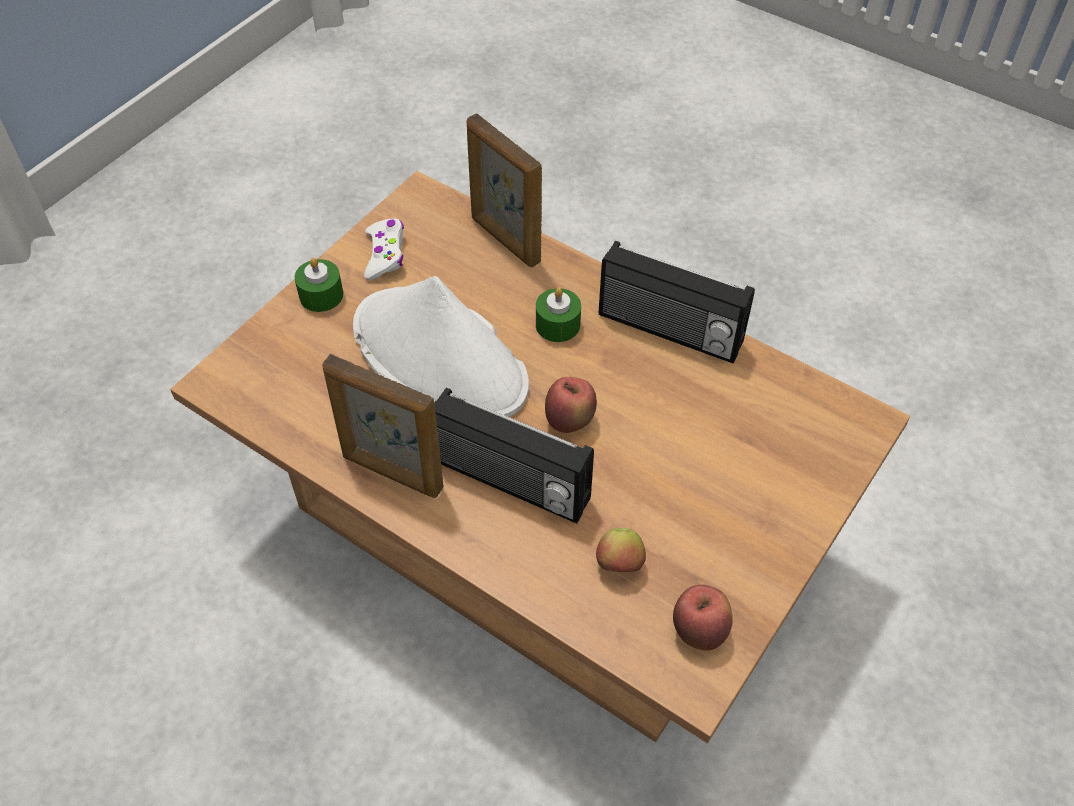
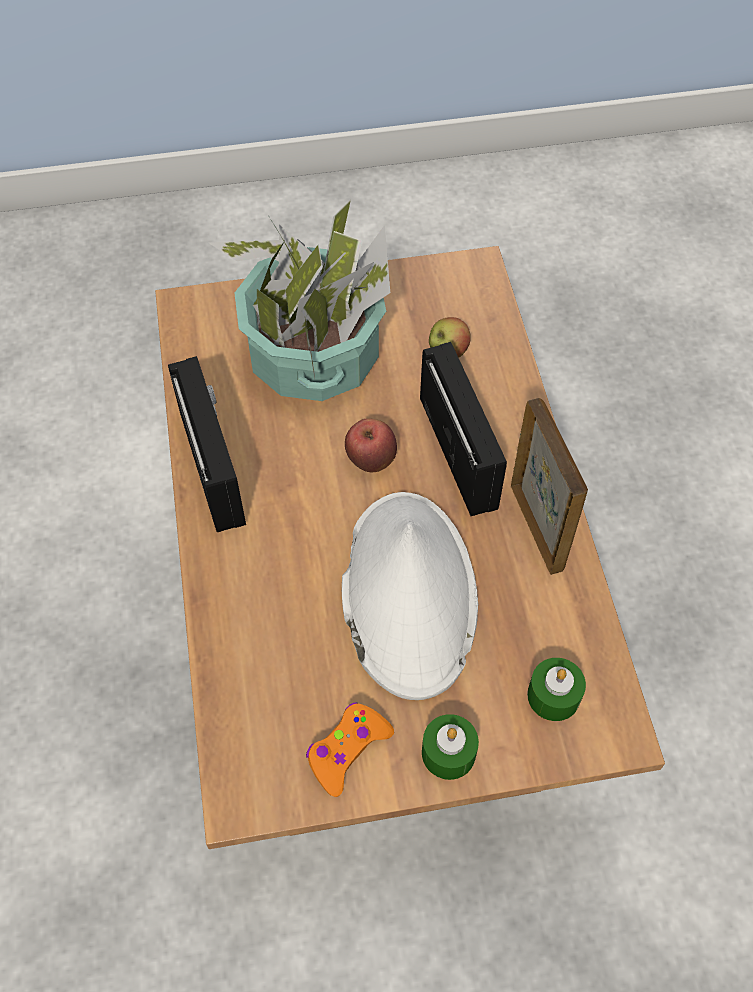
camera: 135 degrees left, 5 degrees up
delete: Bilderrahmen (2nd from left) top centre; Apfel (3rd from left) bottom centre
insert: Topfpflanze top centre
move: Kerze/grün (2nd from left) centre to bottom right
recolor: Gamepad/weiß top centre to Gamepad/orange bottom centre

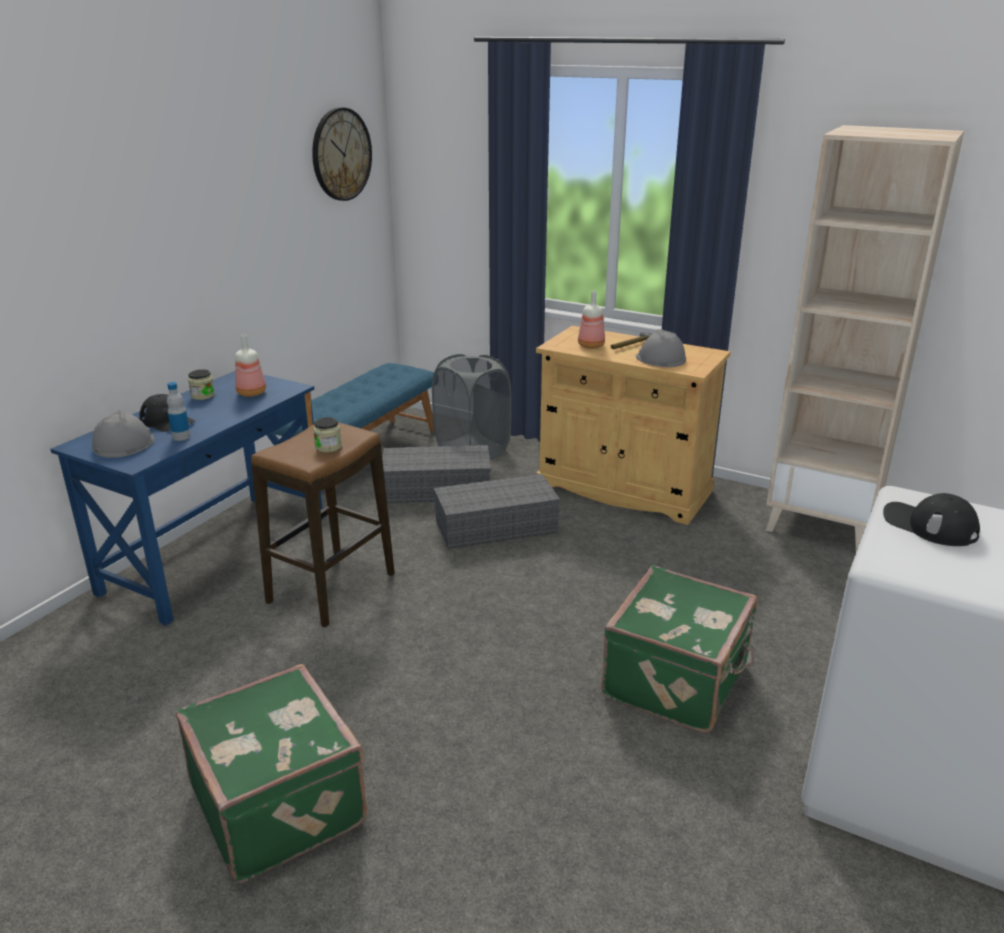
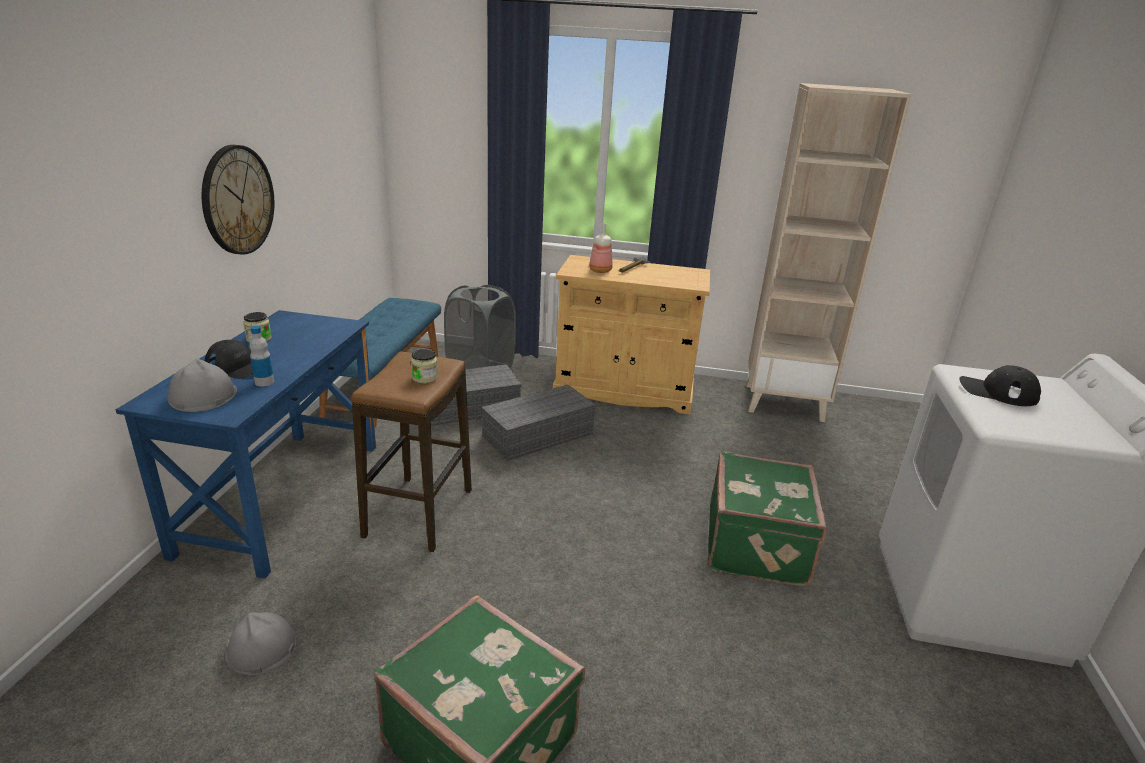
camera: 20 degrees left, 0 degrees up
delete: Flasche (2nd from left) middle left
move: Wanduhr top centre to top left; Schutzhelm/grau (2nd from left) centre to bottom left

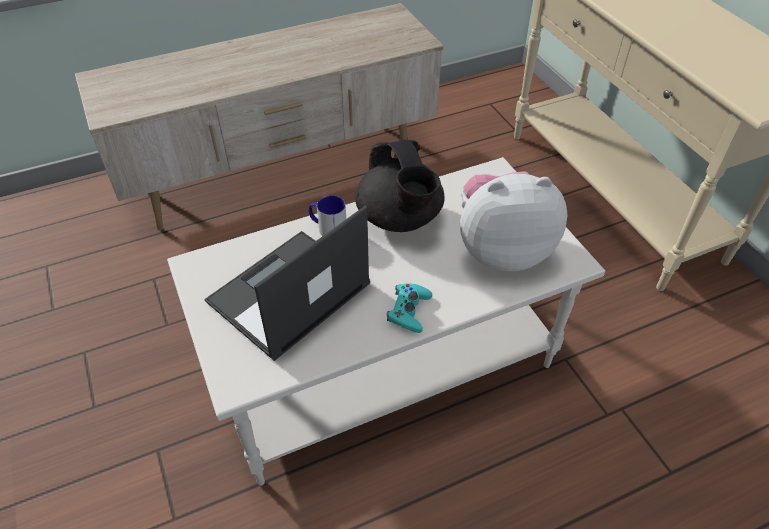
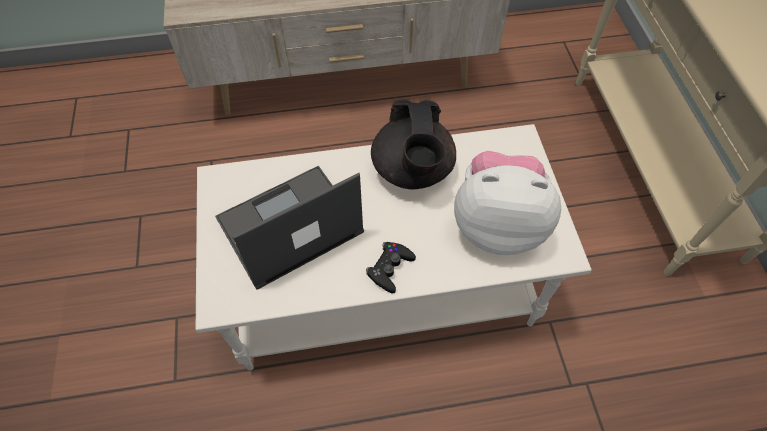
camera: 15 degrees right, 10 degrees up
delete: Henkelbecher centre
recolor: Gamepad/türkis centre to Gamepad/schwarz centre

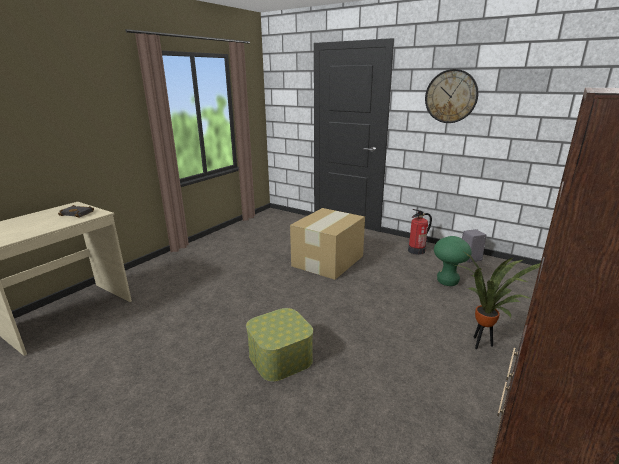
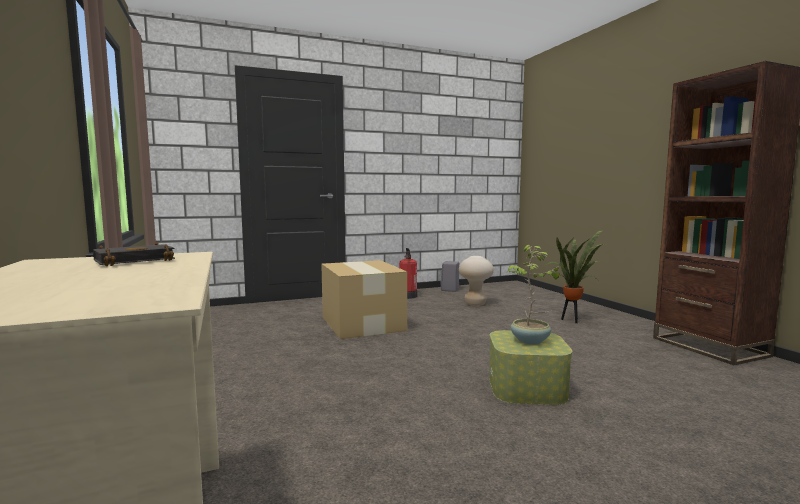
camera: 55 degrees left, 15 degrees down
delete: Wanduhr top right
insert: Topfpflanze (1st from left) middle right
recolor: Hocker/grün middle right to Hocker/beige centre

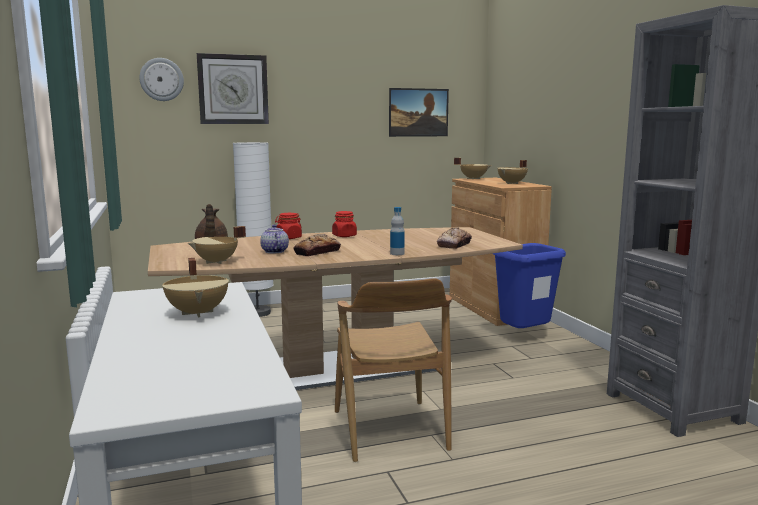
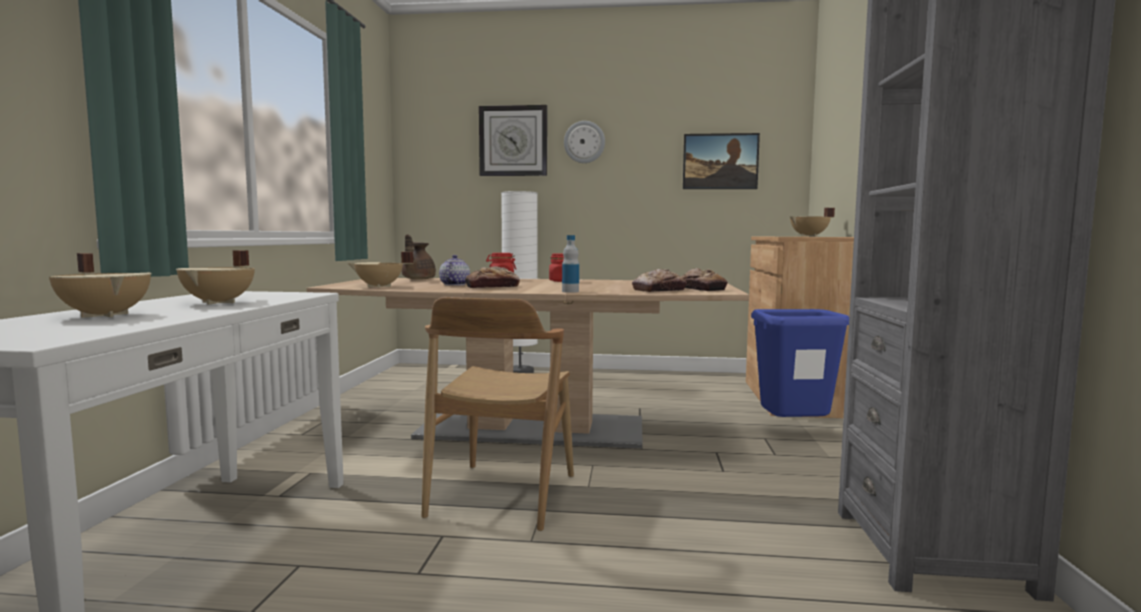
camera: 25 degrees right, 5 degrees down
insert: Brot (3rd from left) centre
move: Wanduhr (1st from left in the first image) top left to Wanduhr (2nd from left) top centre; Kochtopf/beige (3rd from left in the first image) top centre to Kochtopf/beige (1st from left) middle left

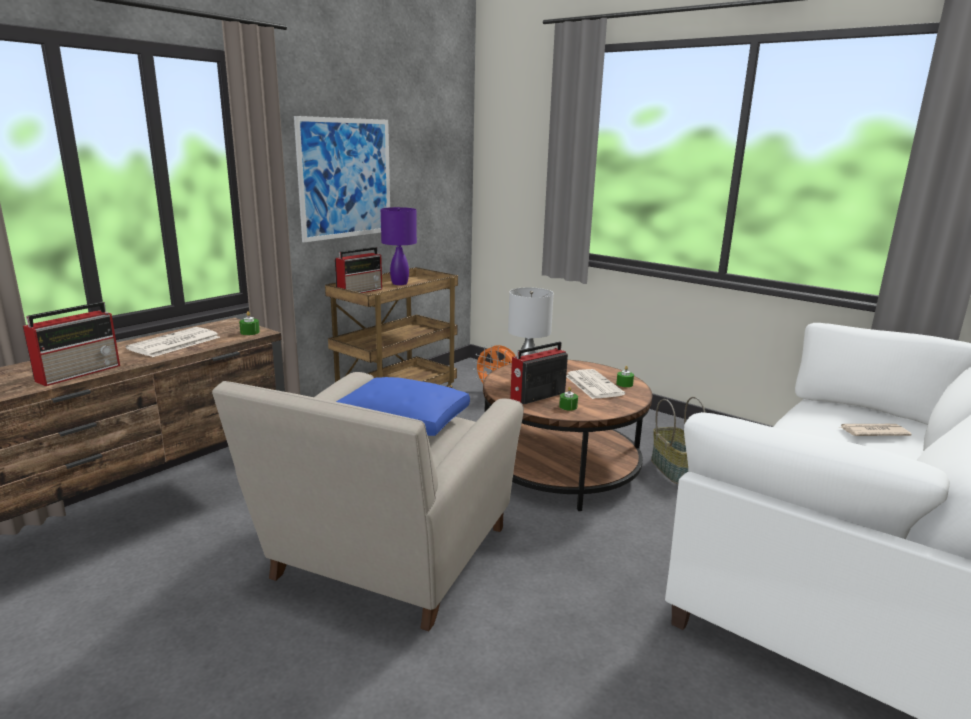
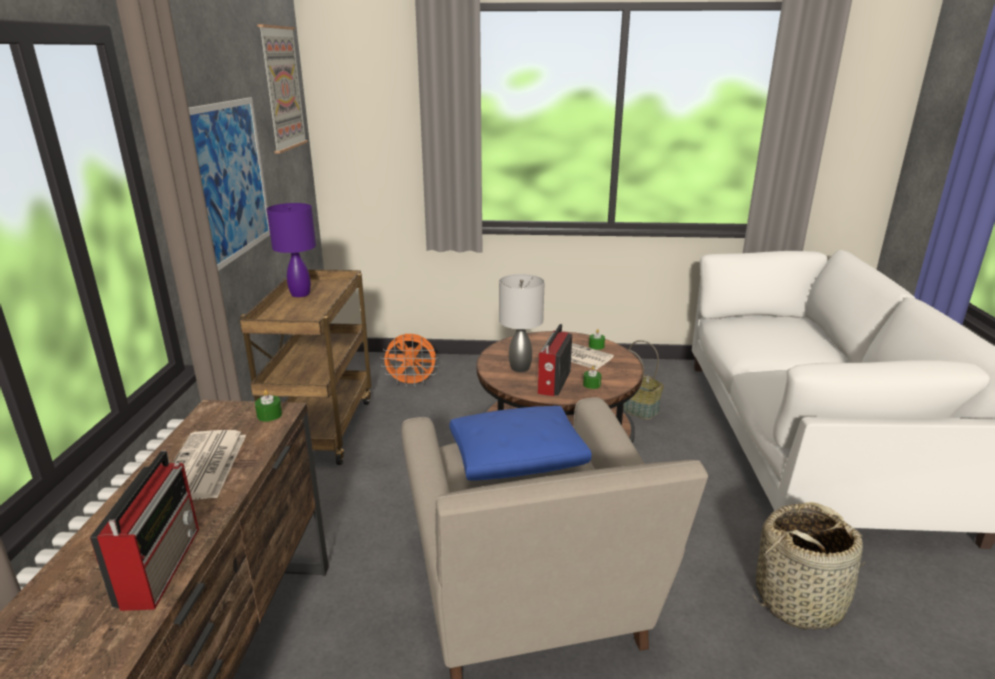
camera: 35 degrees left, 5 degrees up
delete: Radio (2nd from left) centre; Zeitung (3rd from left) middle right
insert: Bild (2nd from left) top left; Korb (2nd from left) bottom right

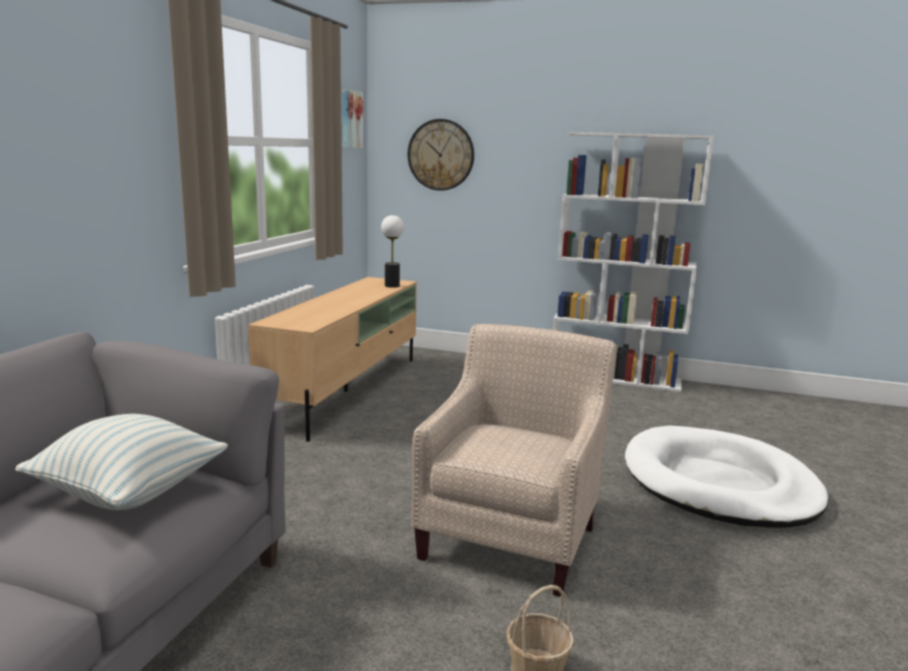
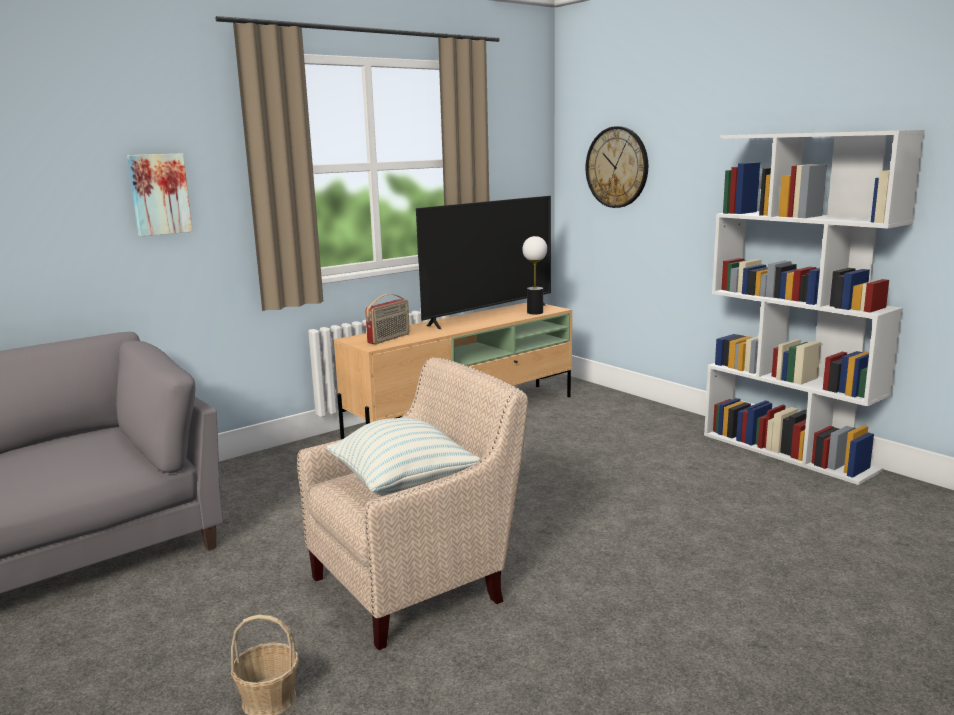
camera: 35 degrees right, 0 degrees up
delete: Hundebett/weiß bottom right
insert: Fernseher centre; Radio centre
move: Bild top centre to top left; Kissen bottom left to centre

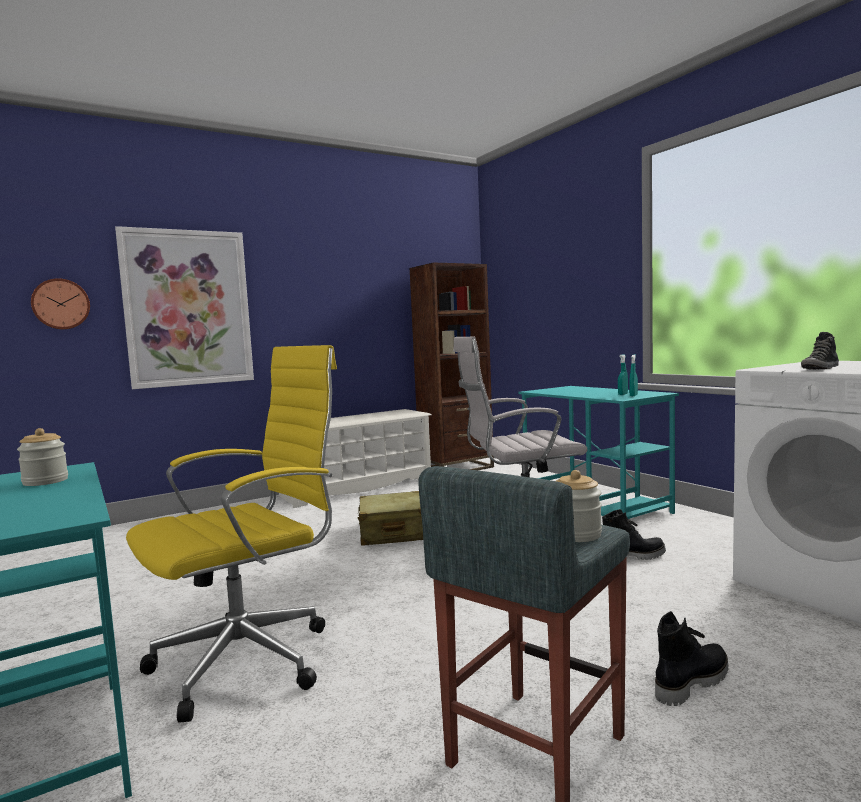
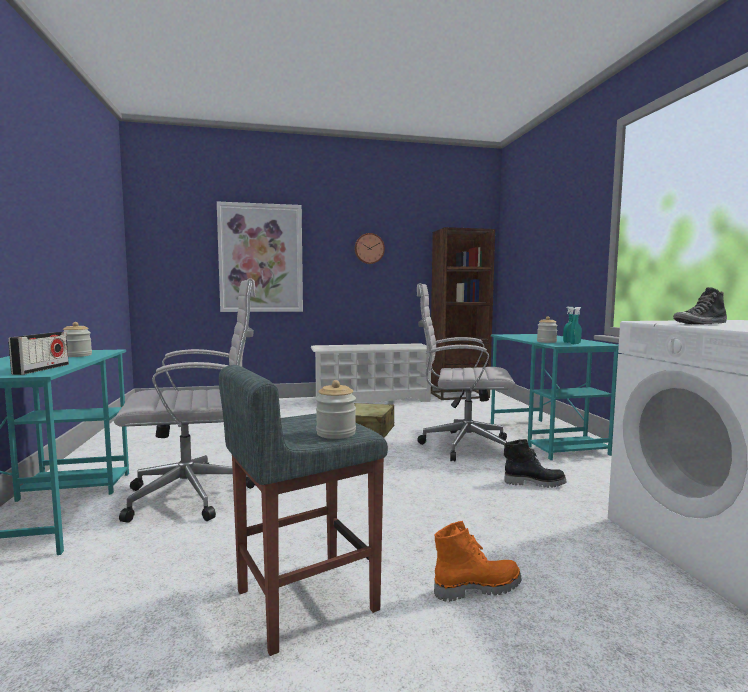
camera: 20 degrees right, 0 degrees up
insert: Vorratsglas (3rd from left) middle right; Radio middle left
move: Wanduhr middle left to centre
recolor: Bürostuhl/gelb middle left to Bürostuhl/weiß (1st from left) middle left; Stiefel/schwarz (2nd from left) bottom right to Stiefel/orange bottom centre

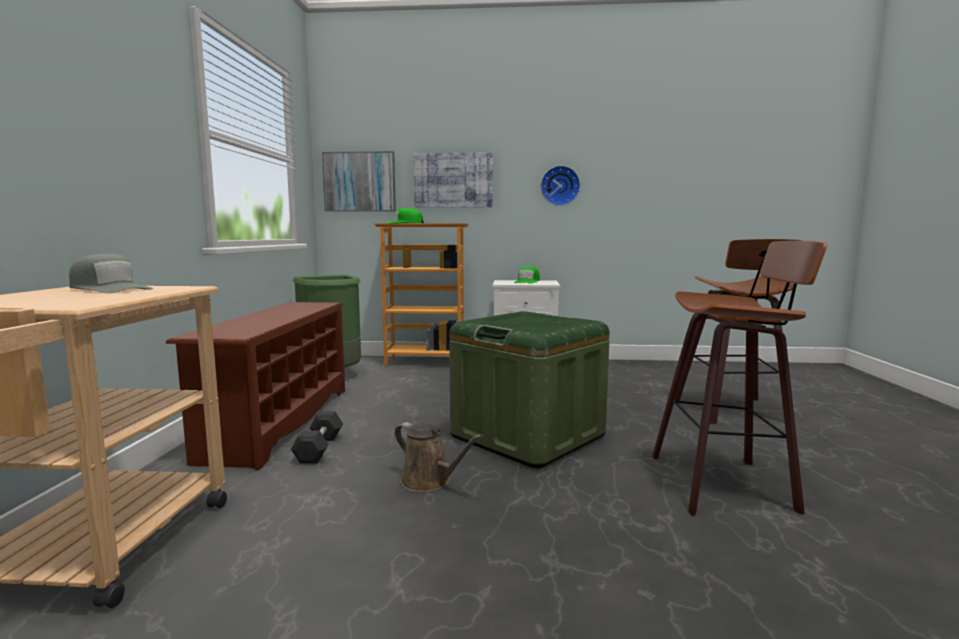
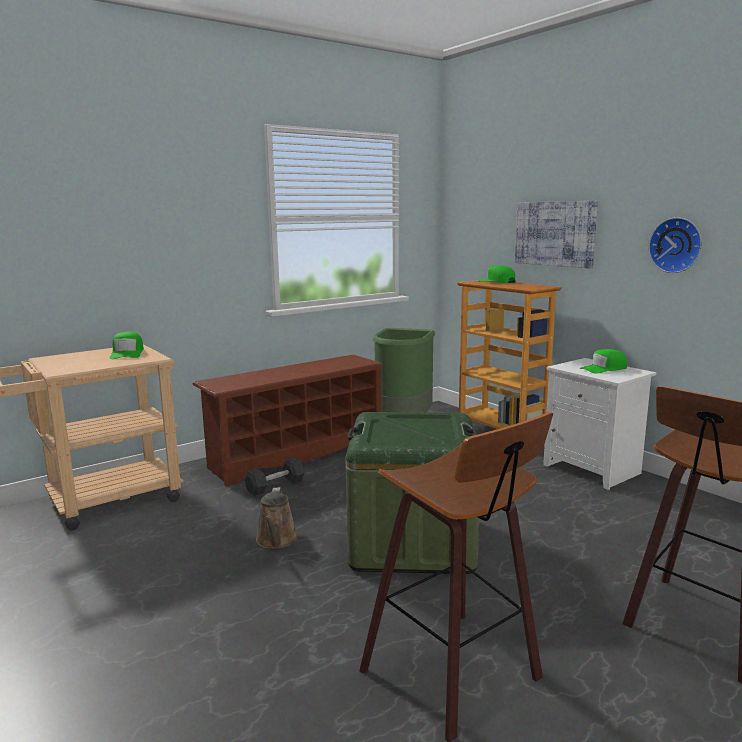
camera: 50 degrees right, 5 degrees up
delete: Bild (1st from left) top centre
recolor: Kappe/grau middle left to Kappe/grün (1st from left) middle left

